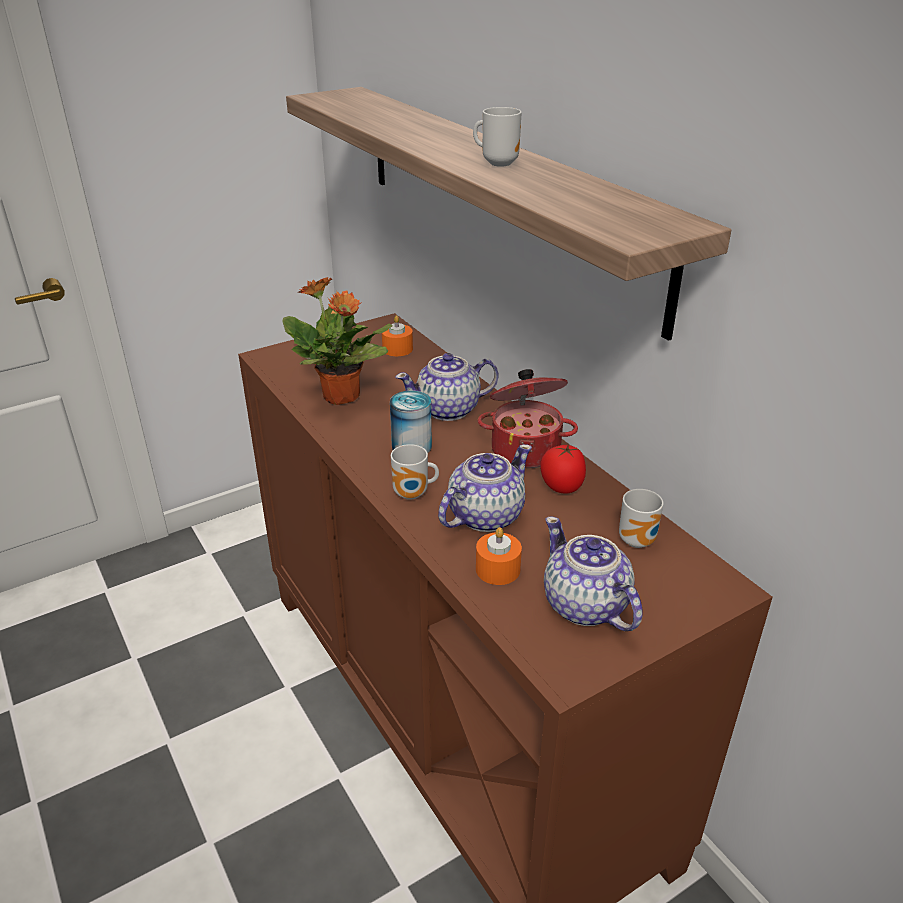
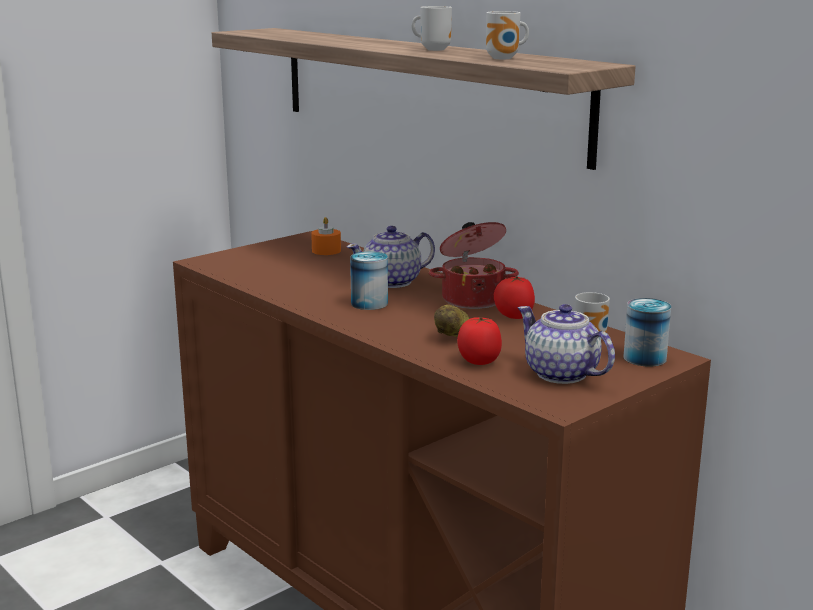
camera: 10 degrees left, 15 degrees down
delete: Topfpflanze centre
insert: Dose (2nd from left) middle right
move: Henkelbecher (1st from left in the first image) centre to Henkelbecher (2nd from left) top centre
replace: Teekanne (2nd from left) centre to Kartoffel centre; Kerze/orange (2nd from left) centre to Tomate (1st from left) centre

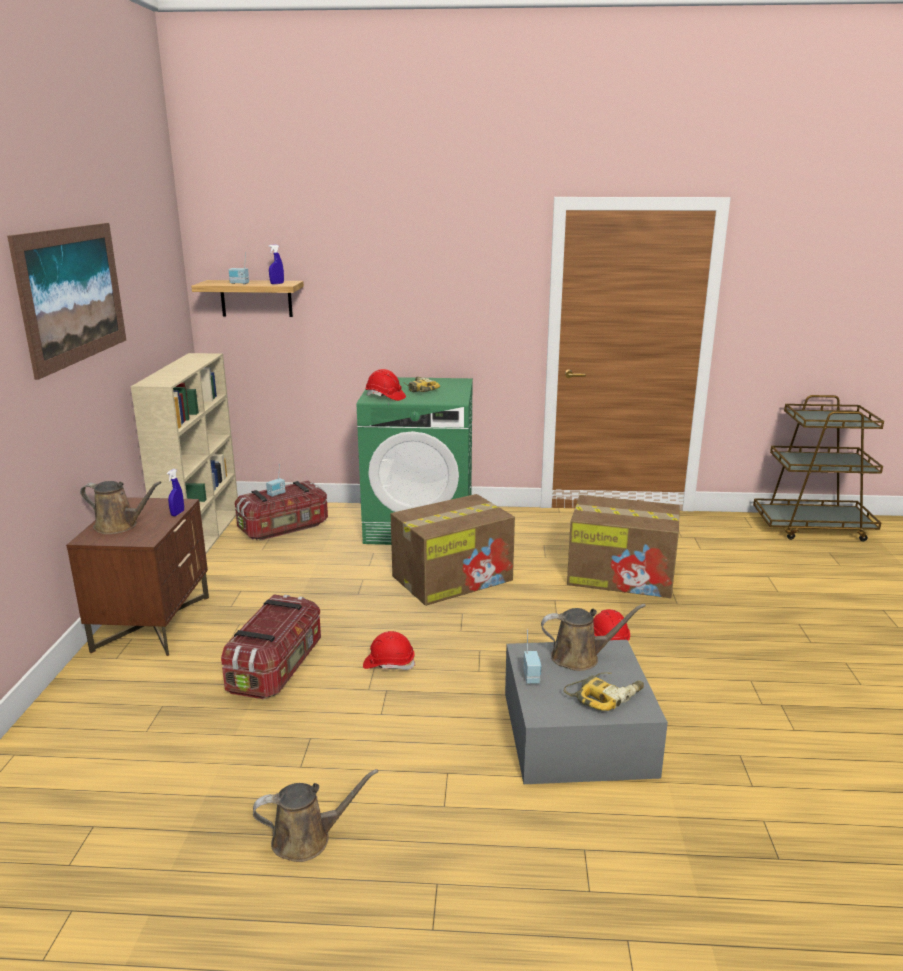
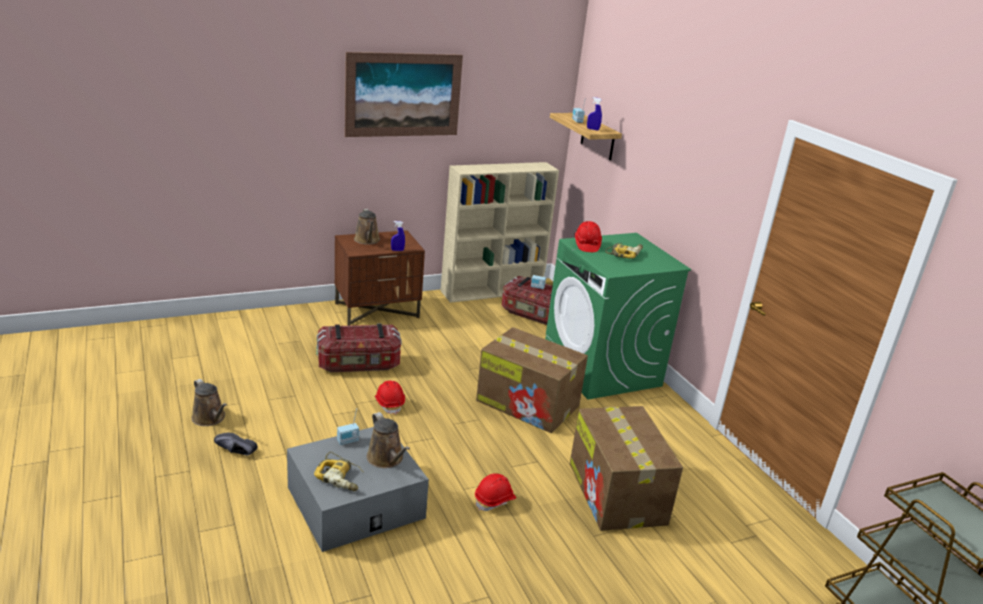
camera: 60 degrees right, 5 degrees up
insert: Schuh/schwarz bottom left

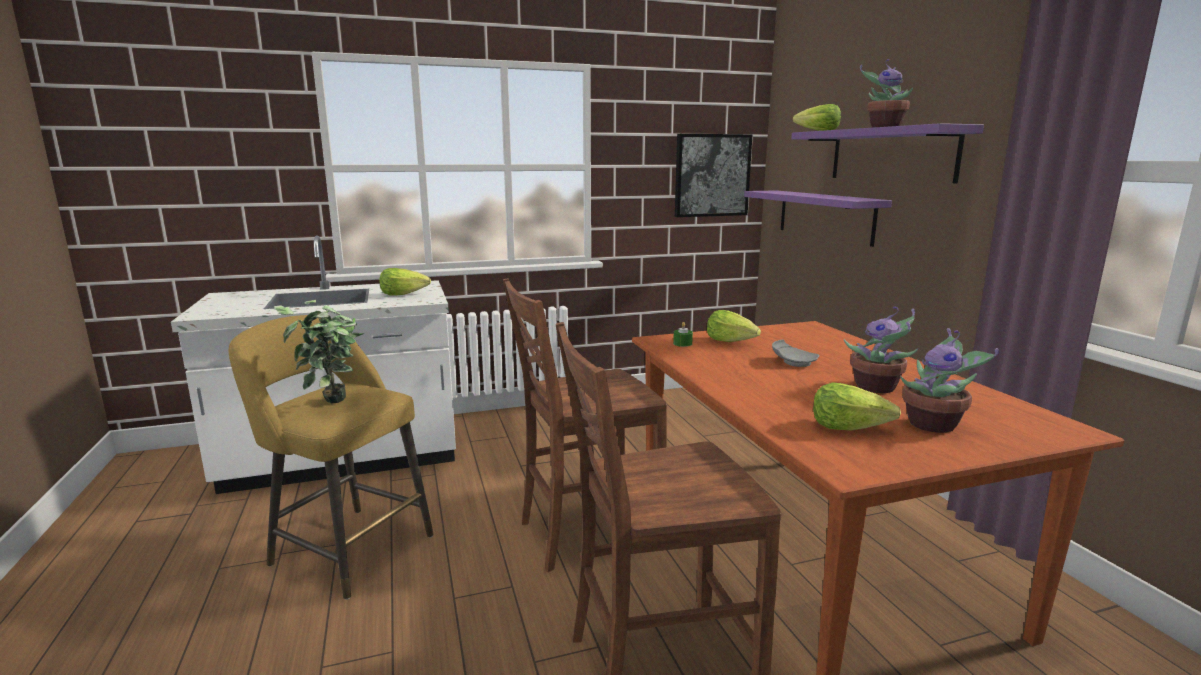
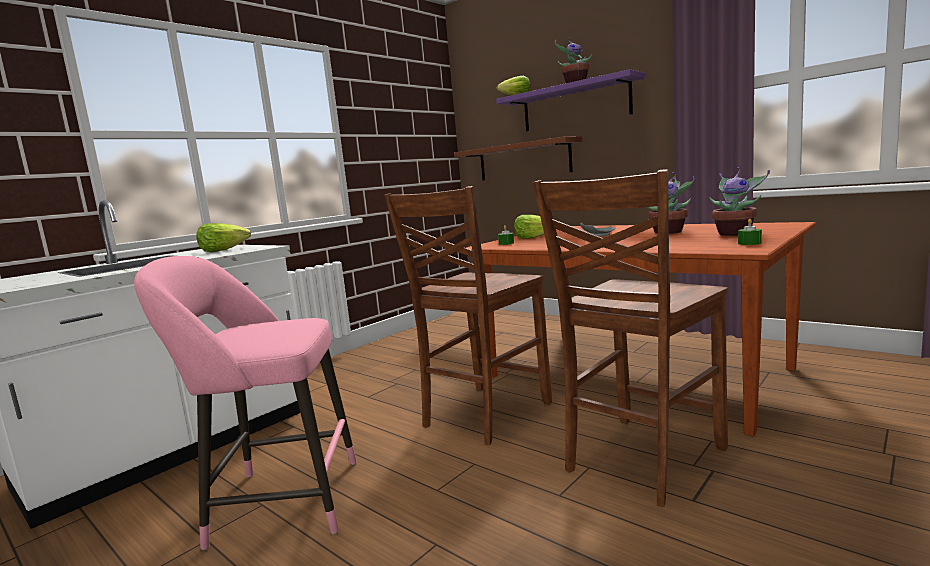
camera: 30 degrees left, 5 degrees down
delete: Bild top centre; Topfpflanze (1st from left) middle left; Salatkopf (4th from left) middle right
insert: Kerze/grün (2nd from left) middle right
recolor: Wandregal/lila (1st from left) top right to Wandregal/braun top centre; Hocker/gelb bottom left to Hocker/rosa bottom left

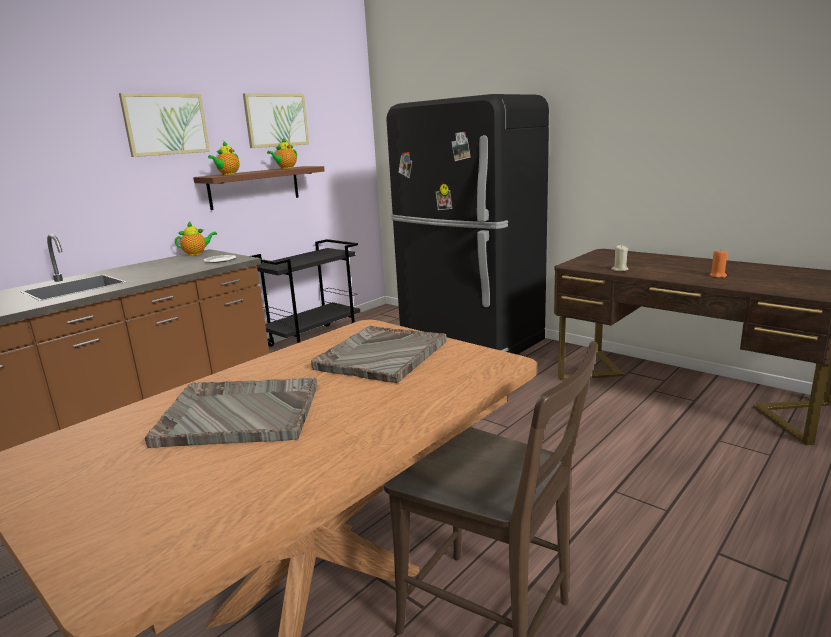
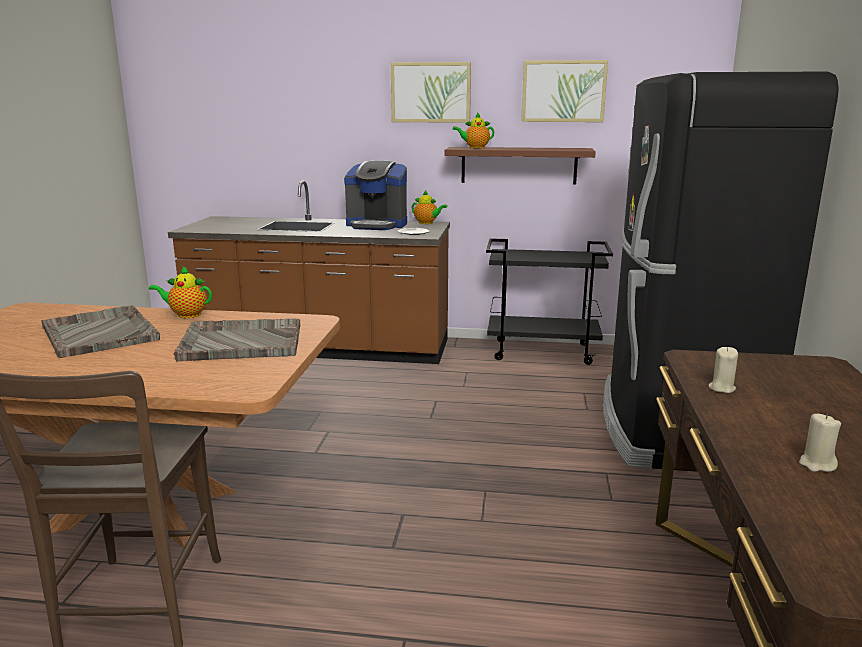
camera: 55 degrees right, 0 degrees up
insert: Kaffeemaschine top centre
move: Teekanne (3rd from left in the first image) top centre to Teekanne (1st from left) middle left
recolor: Kerze/orange middle right to Kerze/beige (2nd from left) bottom right

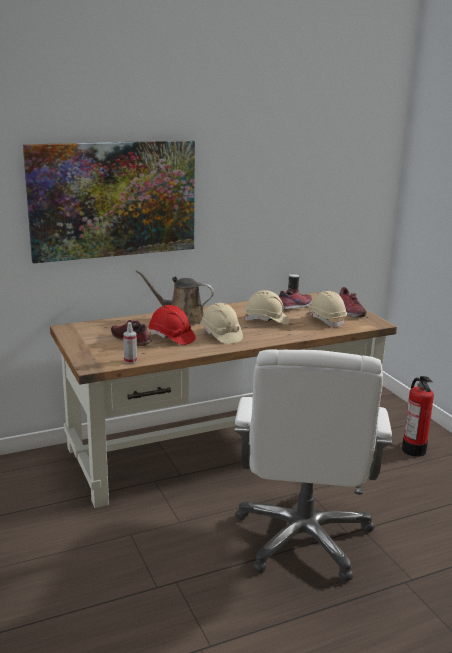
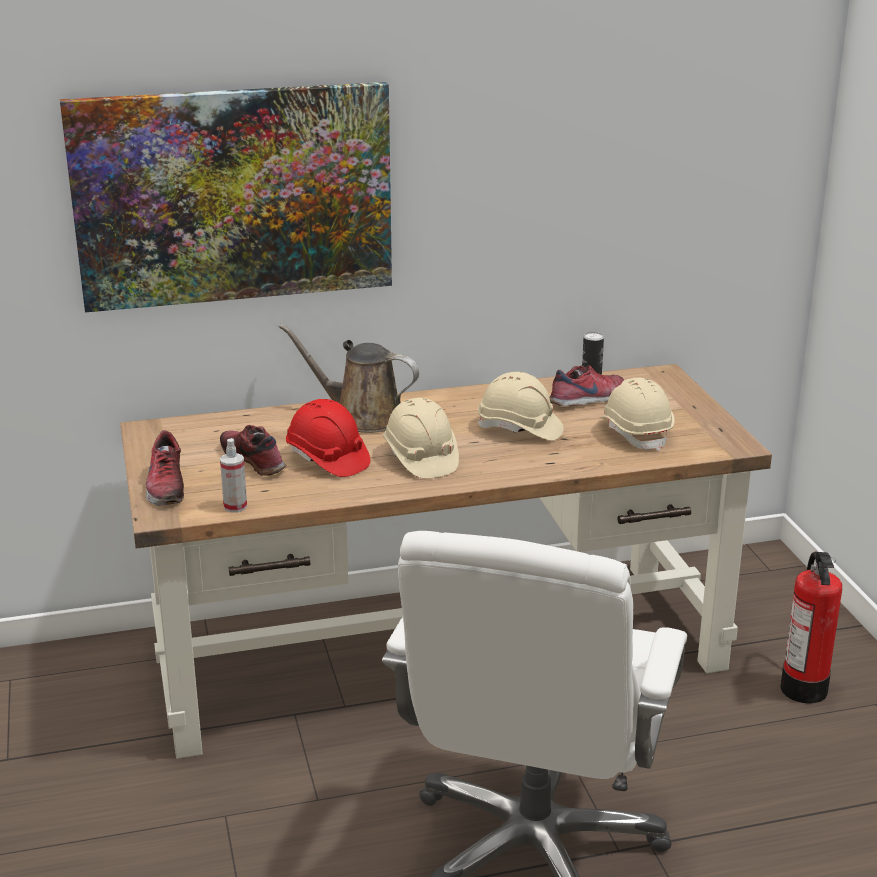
camera: 10 degrees right, 5 degrees up
move: Schuh (3rd from left in the first image) middle right to Schuh (1st from left) middle left

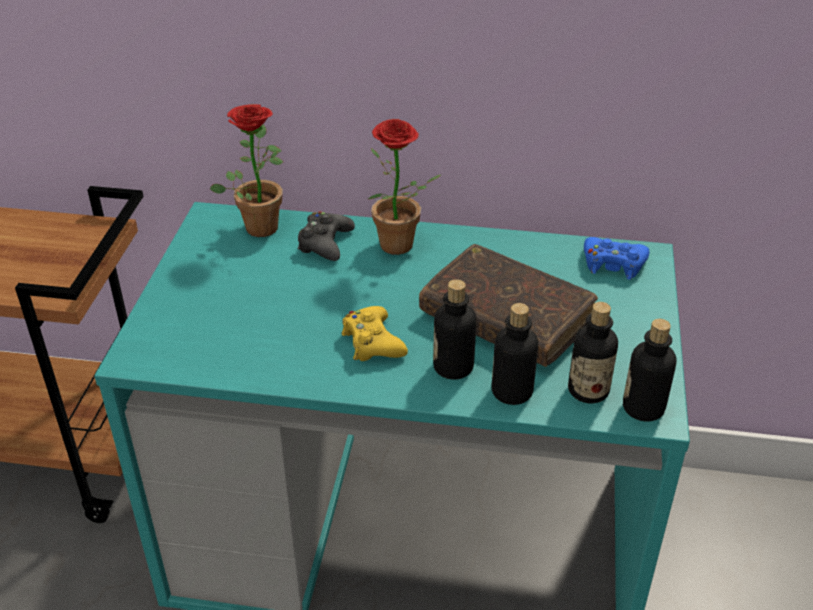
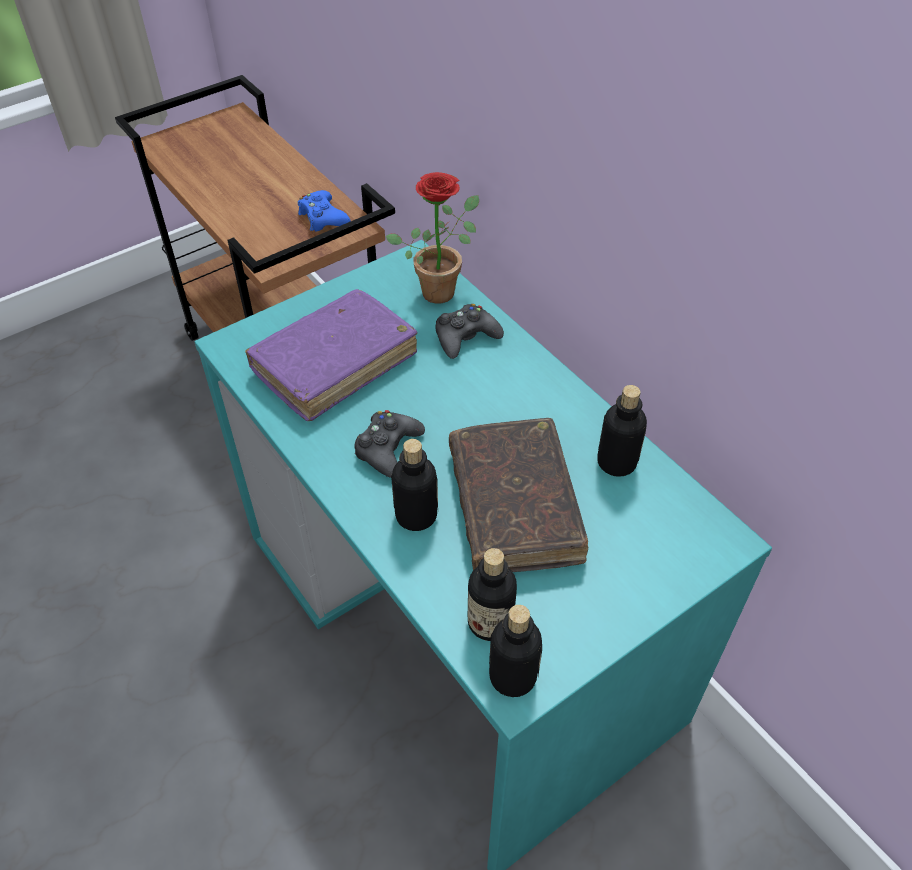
camera: 45 degrees right, 10 degrees up
delete: Topfpflanze (2nd from left) top centre
insert: Buch/lila centre
move: Gamepad/blau middle right to top centre; Flasche (2nd from left in the first image) centre to Flasche (4th from left) middle right
recolor: Gamepad/gelb centre to Gamepad/schwarz (1st from left) centre

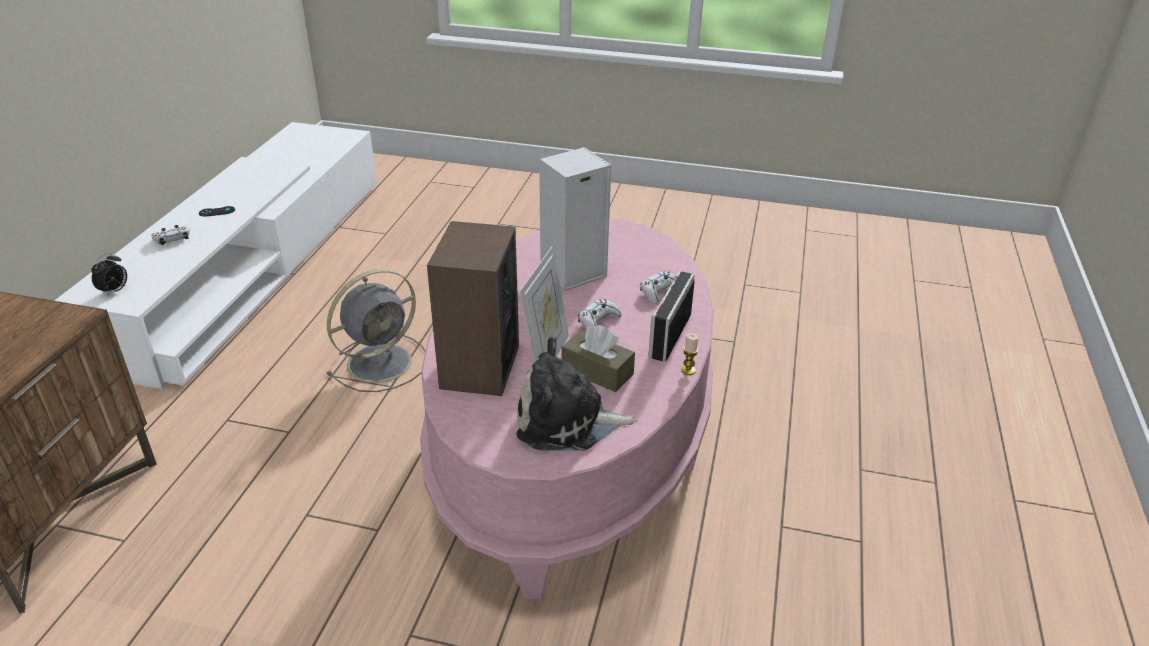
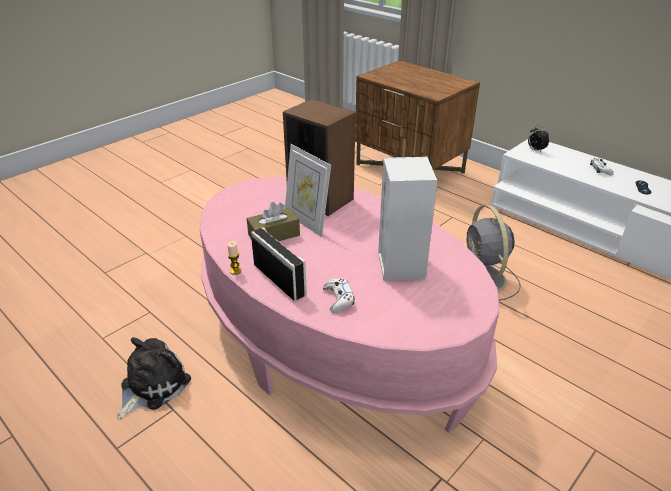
camera: 120 degrees right, 0 degrees up
delete: Gamepad/weiß (2nd from left) centre
move: Plüschtier centre to bottom left

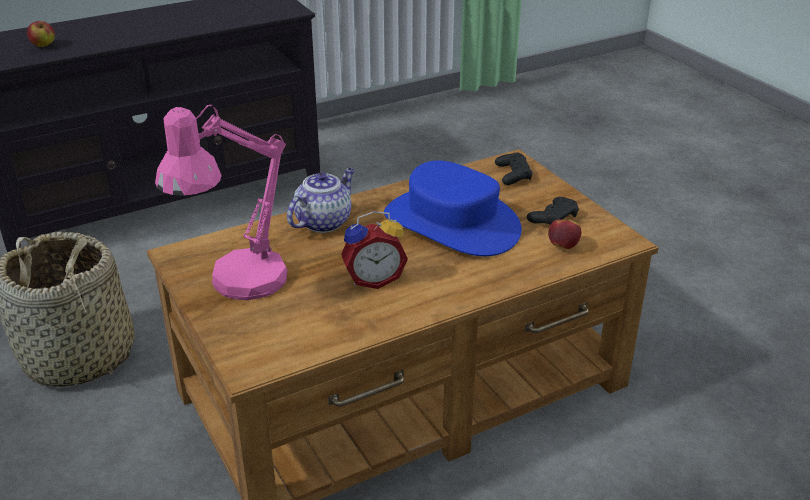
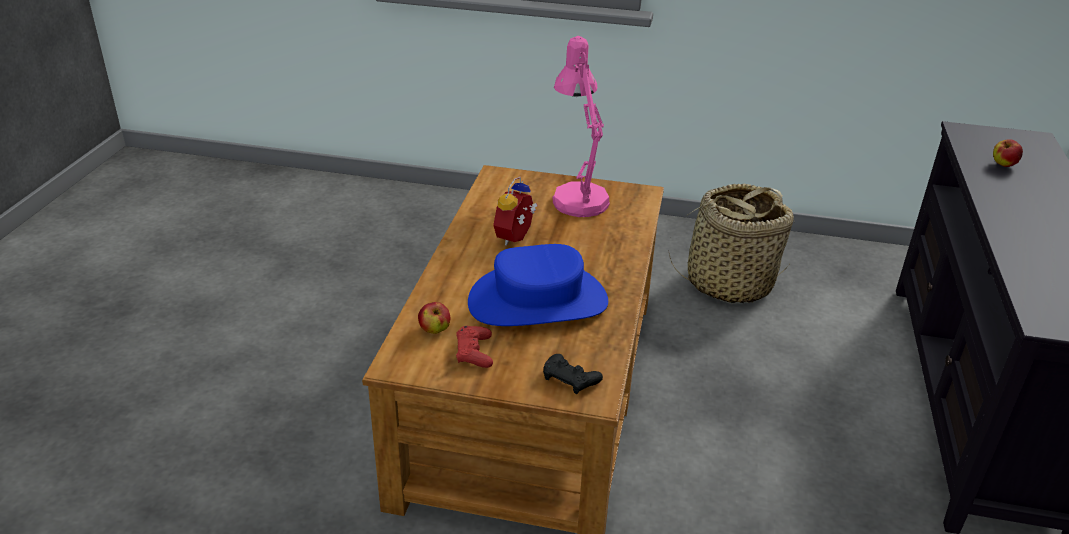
camera: 130 degrees right, 0 degrees up
delete: Teekanne centre
recolor: Gamepad/schwarz (2nd from left) middle right to Gamepad/rot centre

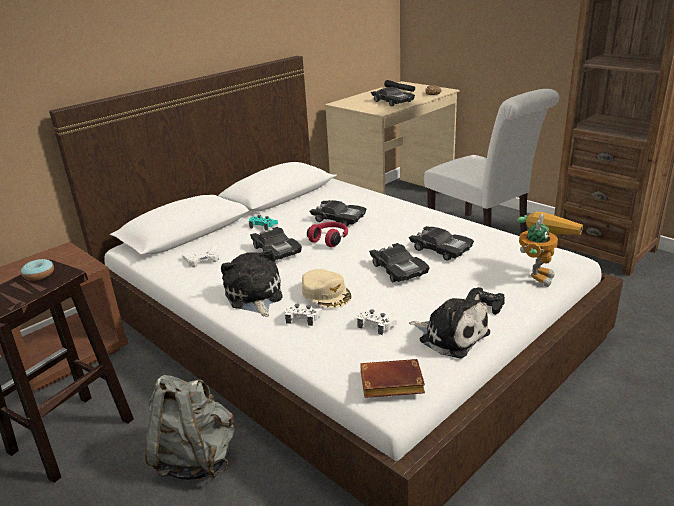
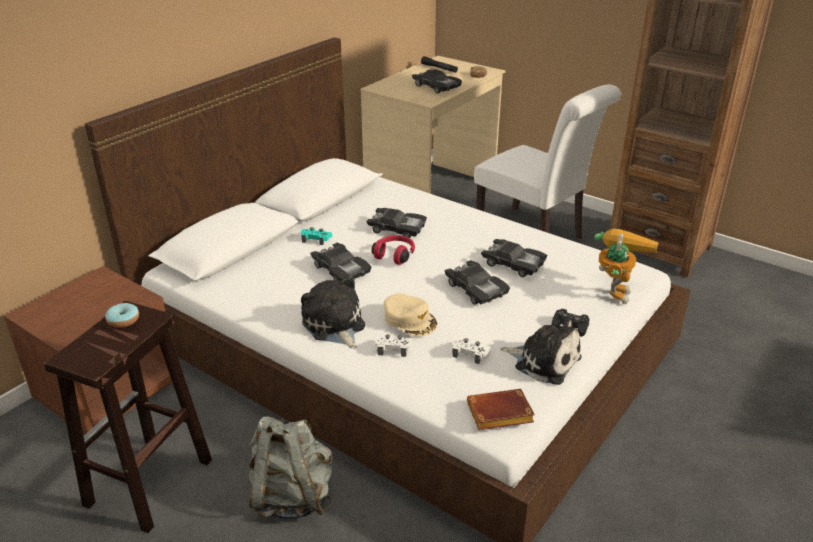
camera: 10 degrees left, 5 degrees up
delete: Gamepad/weiß (1st from left) middle left

